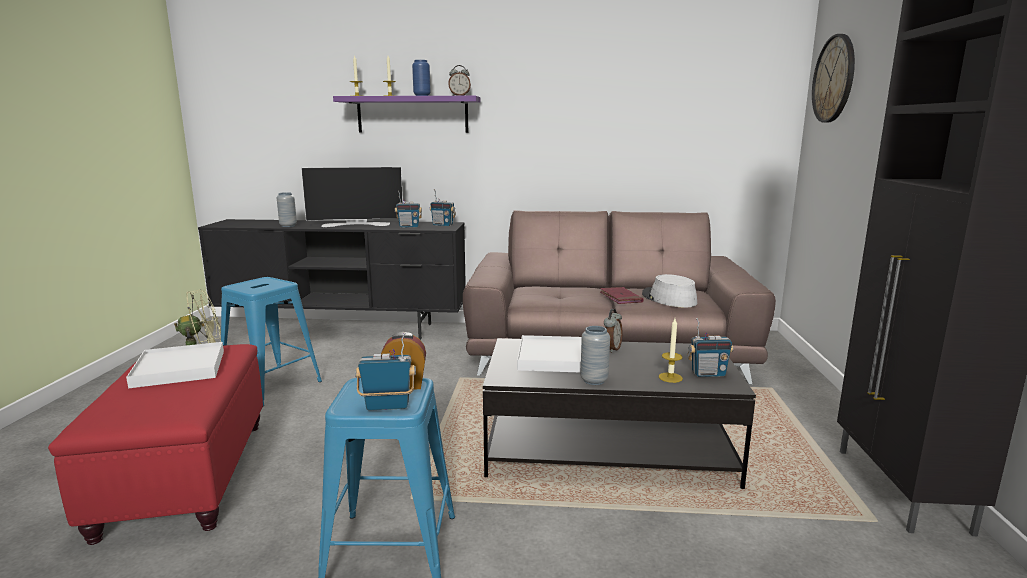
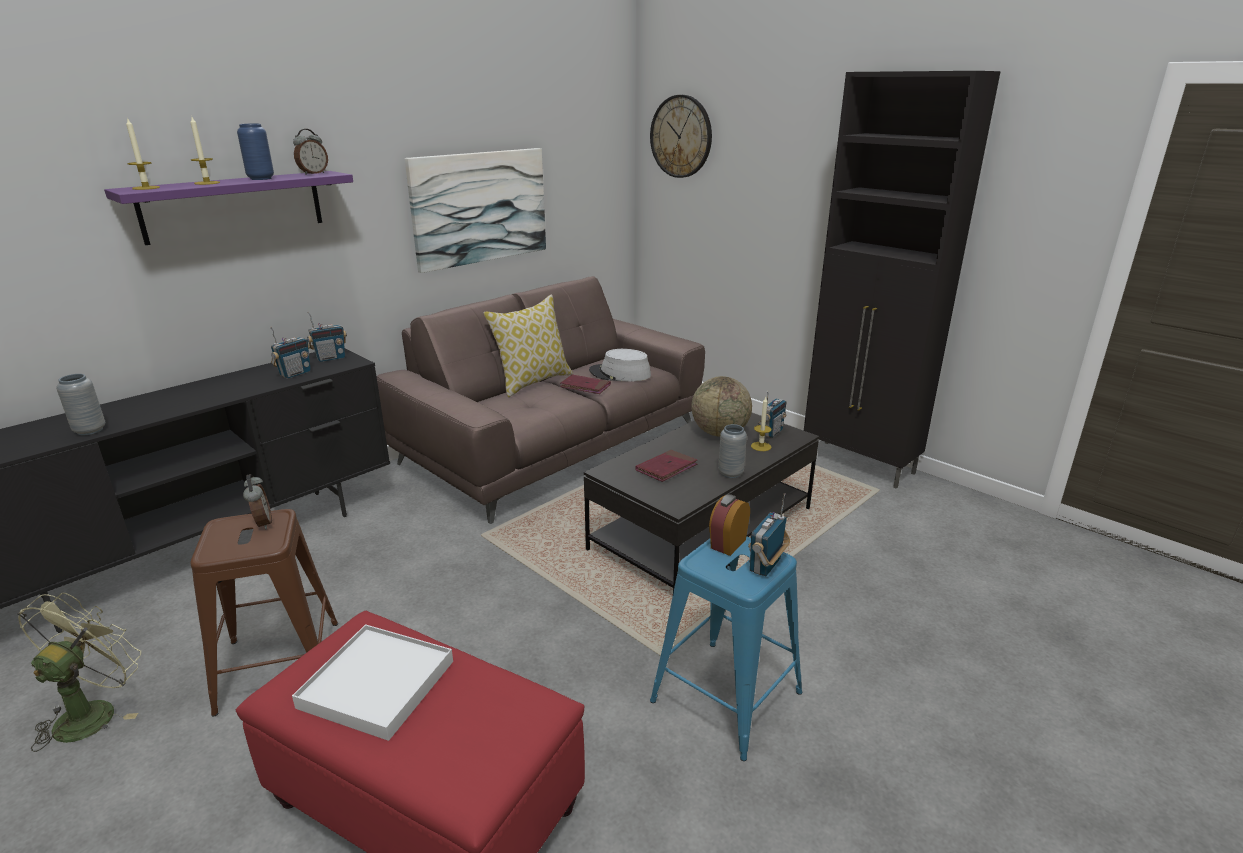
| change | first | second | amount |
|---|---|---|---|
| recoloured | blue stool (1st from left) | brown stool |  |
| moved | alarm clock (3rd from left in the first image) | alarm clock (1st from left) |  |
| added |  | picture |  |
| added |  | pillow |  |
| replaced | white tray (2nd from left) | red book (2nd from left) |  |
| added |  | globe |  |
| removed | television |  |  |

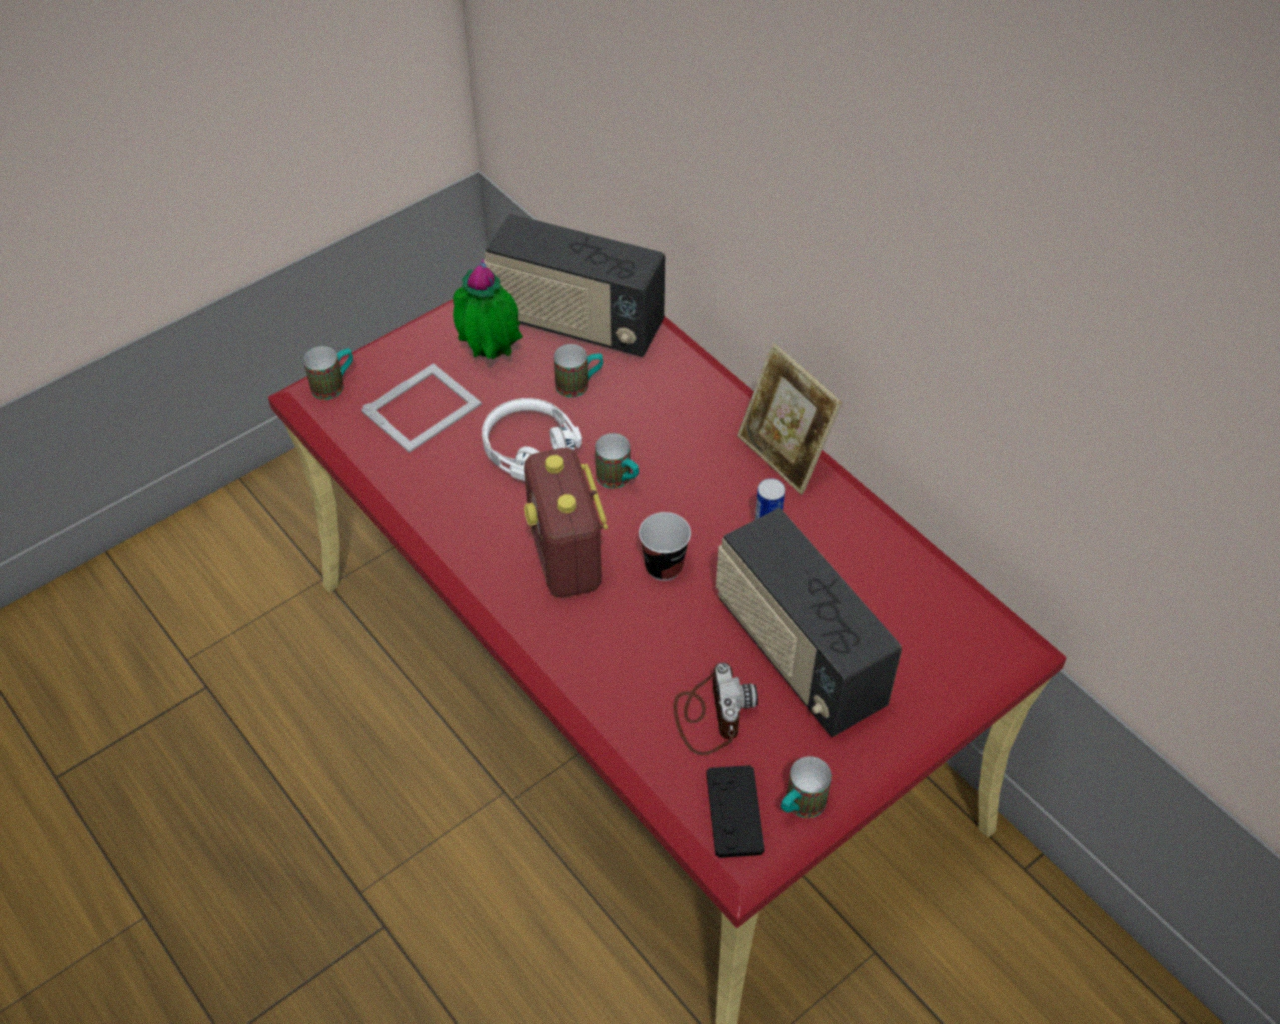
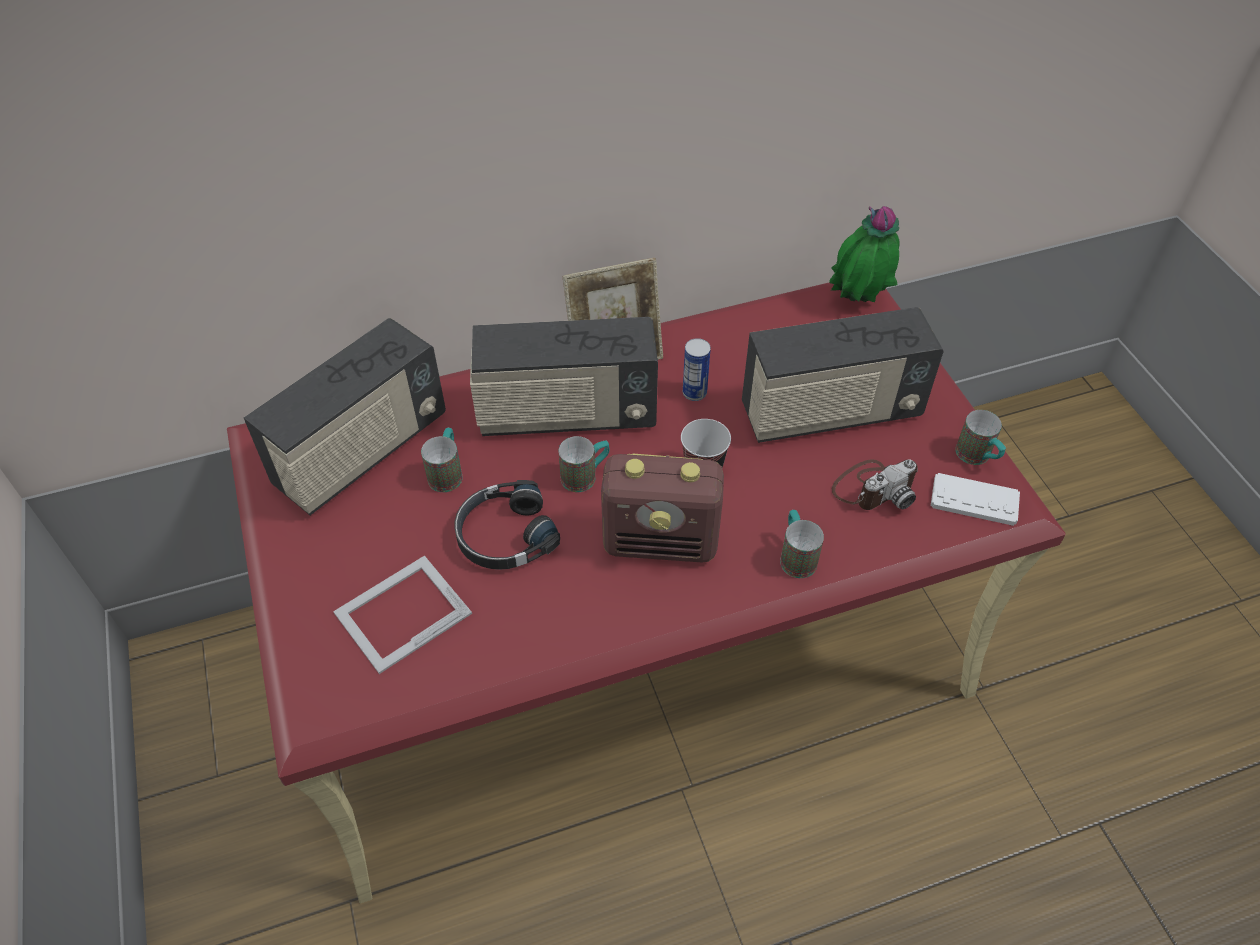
| change | first | second | amount |
|---|---|---|---|
| turned | picture frame (1st from left) |  | 105 degrees counterclockwise |
| recoloured | white headphones | black headphones |  |
| added |  | radio (2nd from left) |  |
| moved | mug (1st from left in the first image) | mug (3rd from left) |  |
| moved | potted plant |  |  |
| turned | photo camera |  | 135 degrees clockwise |
| recoloured | black game controller | white game controller |  |

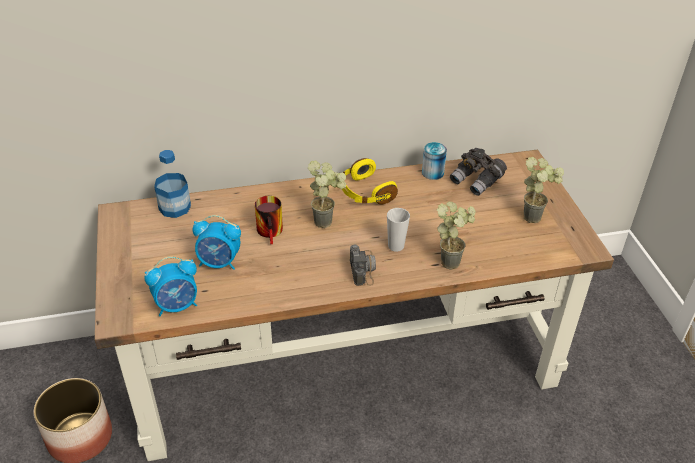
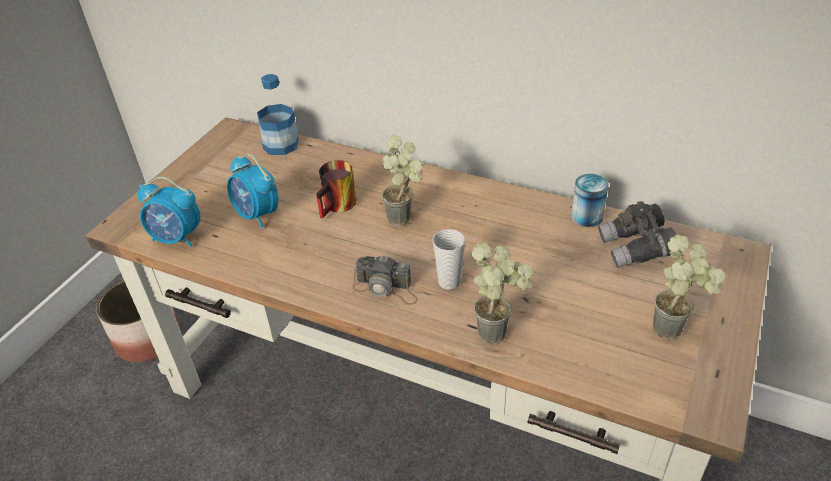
| change | first | second | amount |
|---|---|---|---|
| turned | photo camera |  | 75 degrees clockwise |
| removed | yellow headphones |  |  |

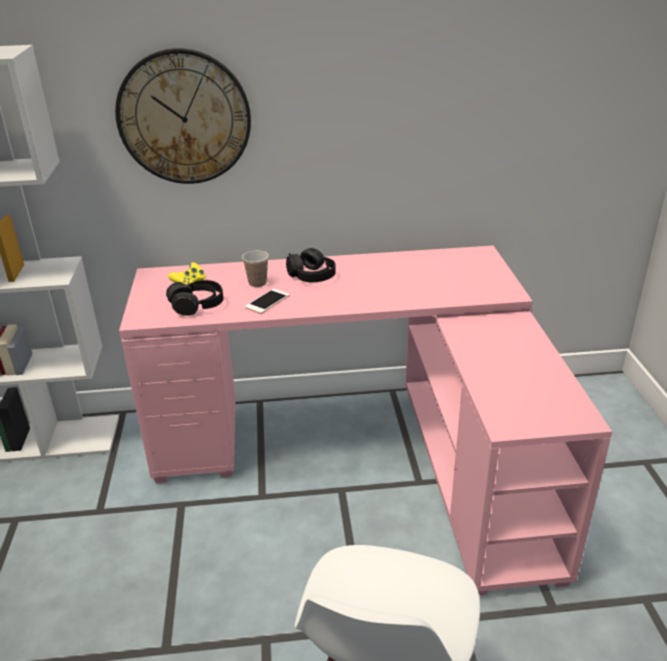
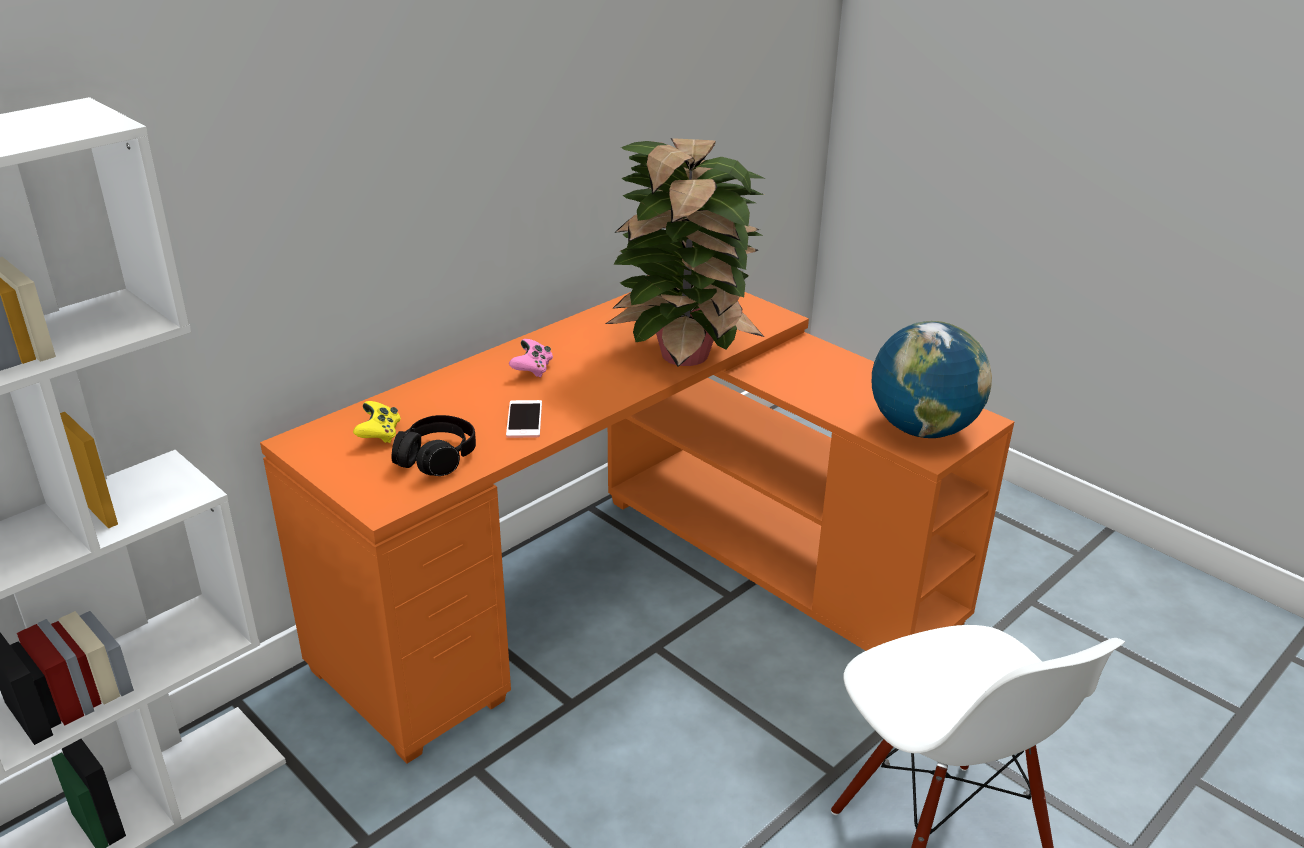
| change | first | second | amount |
|---|---|---|---|
| recoloured | pink desk | orange desk |  |
| replaced | black headphones (2nd from left) | pink game controller |  |
| added |  | potted plant |  |
| added |  | globe |  |
| removed | wall clock |  |  |
| removed | cup |  |  |

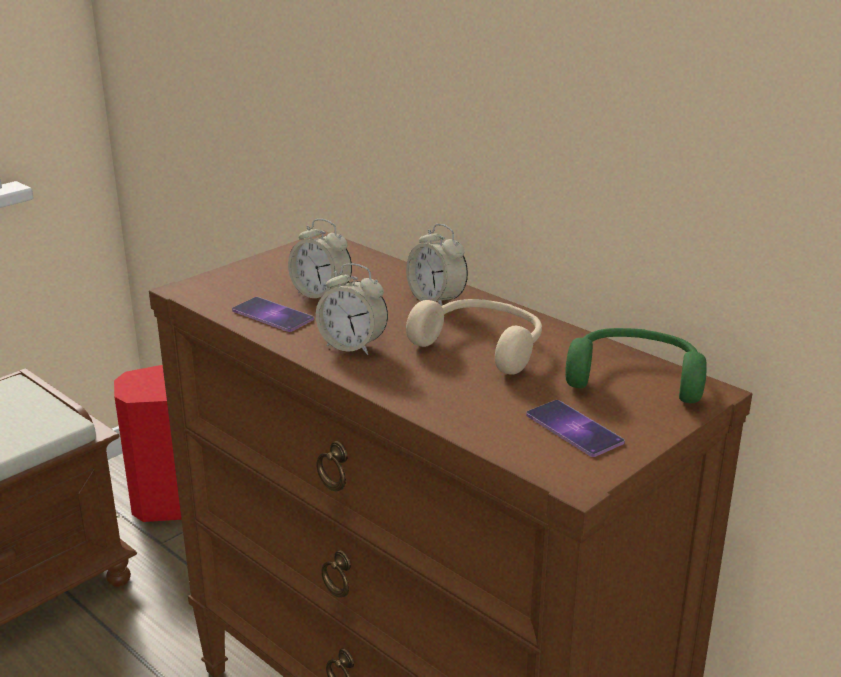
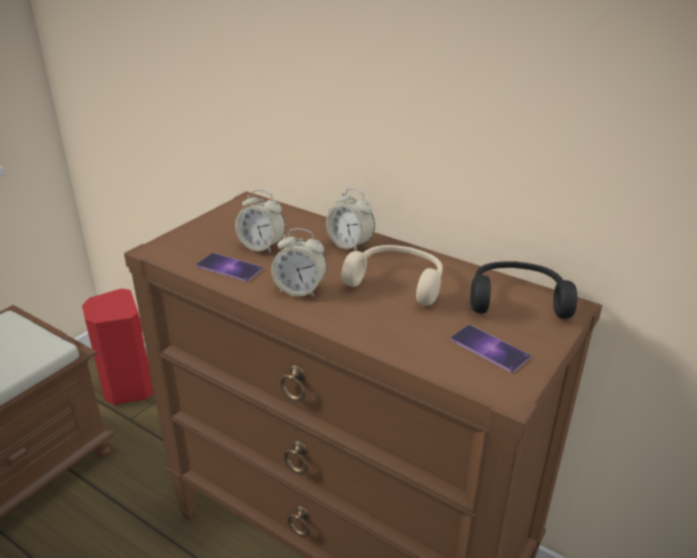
| change | first | second | amount |
|---|---|---|---|
| recoloured | green headphones | black headphones |  |

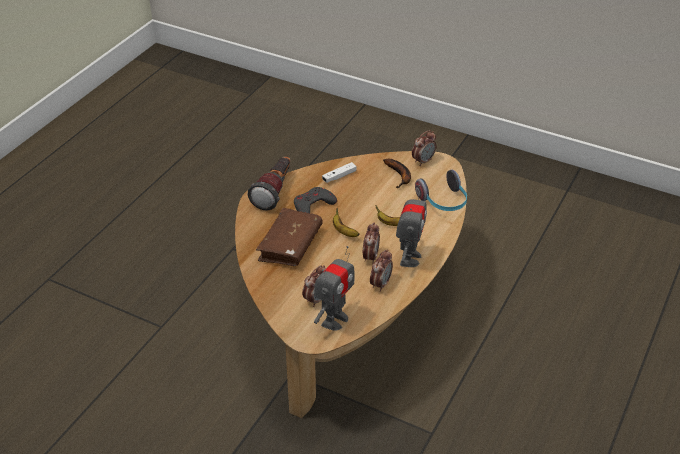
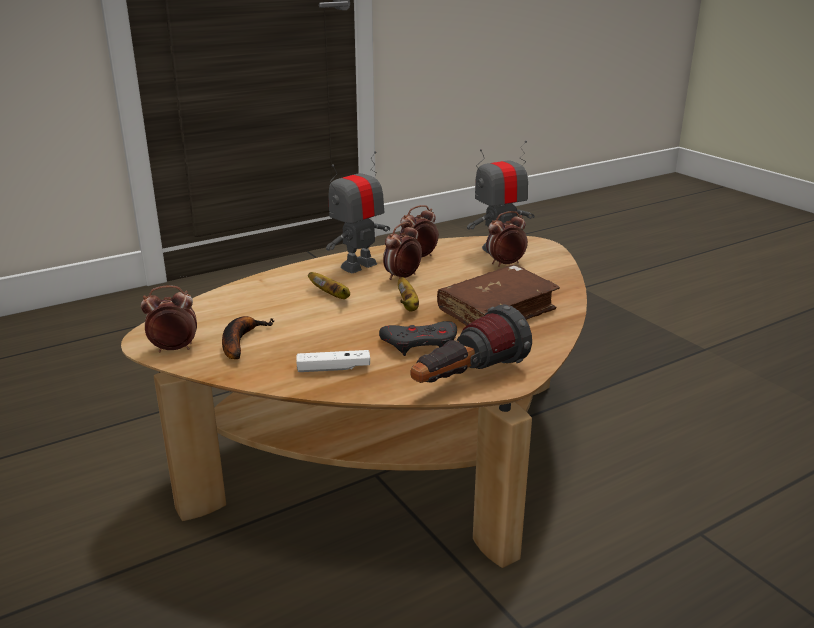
| change | first | second | amount |
|---|---|---|---|
| removed | headphones |  |  |

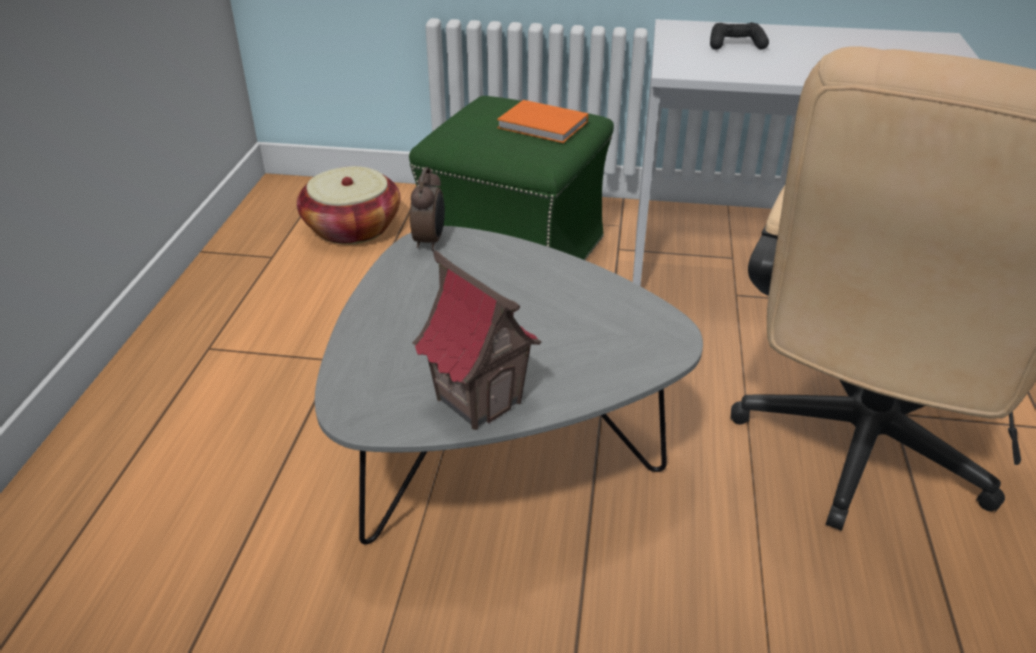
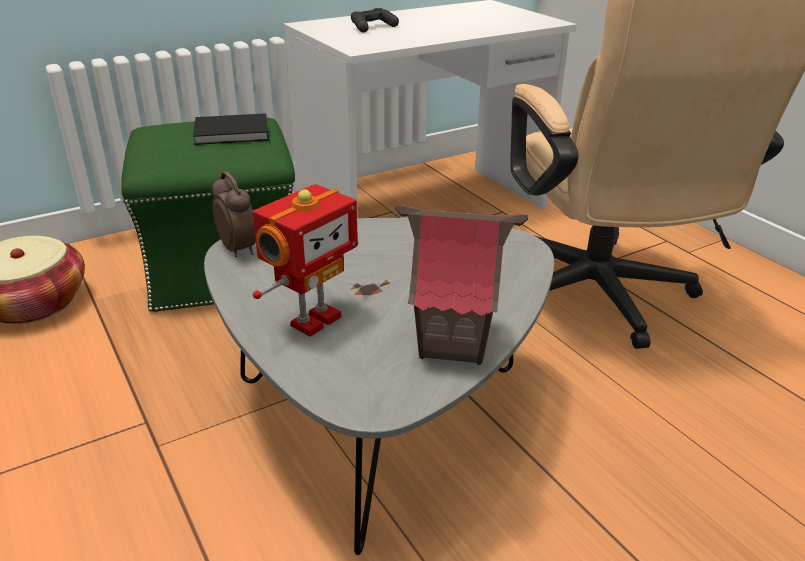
| change | first | second | amount |
|---|---|---|---|
| recoloured | orange book | black book |  |
| added |  | toy robot |  |

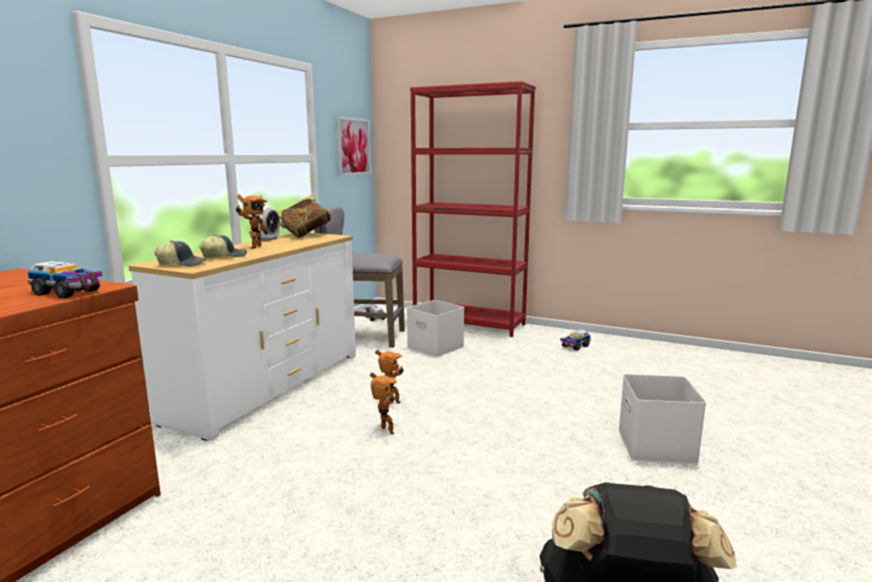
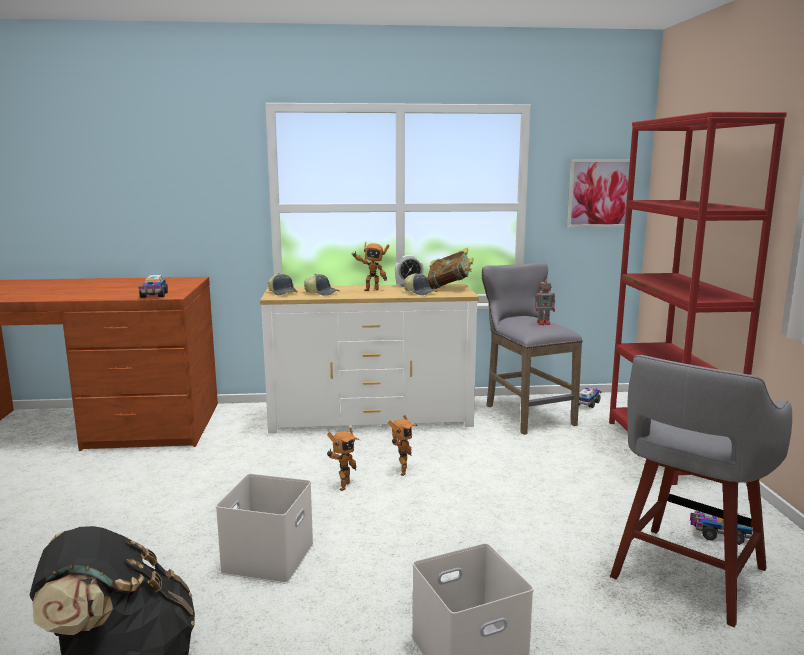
| change | first | second | amount |
|---|---|---|---|
| moved | white storage box (1st from left) |  |  |
| added |  | cap (3rd from left) |  |
| added |  | toy robot (4th from left) |  |
| added |  | grey stool (2nd from left) |  |

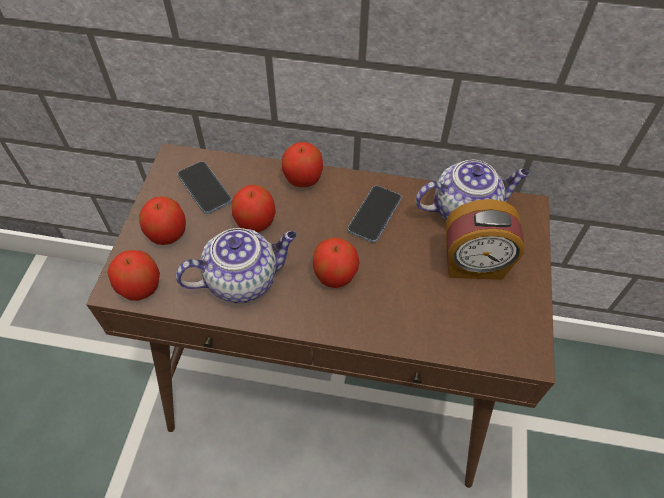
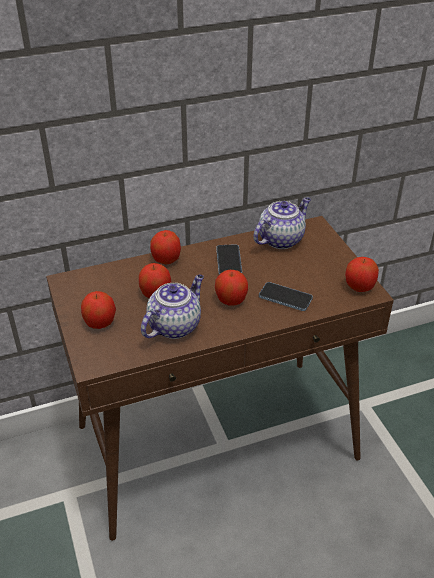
| change | first | second | amount |
|---|---|---|---|
| moved | phone (1st from left in the first image) | phone (2nd from left) |  |
| moved | apple (1st from left in the first image) | apple (5th from left) |  |
| removed | alarm clock |  |  |

